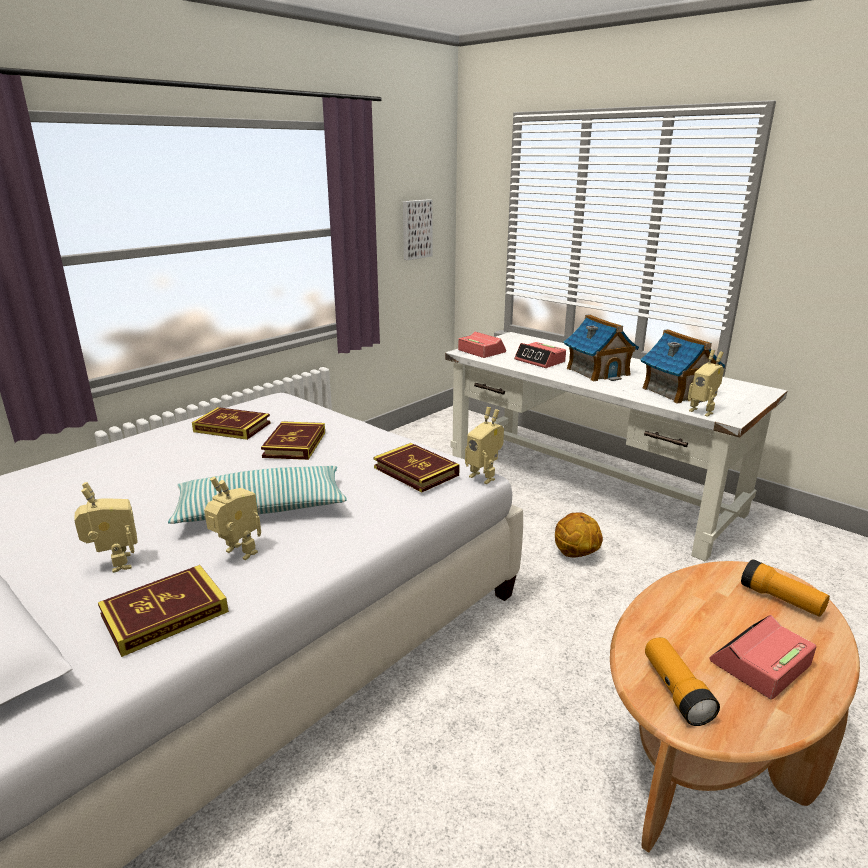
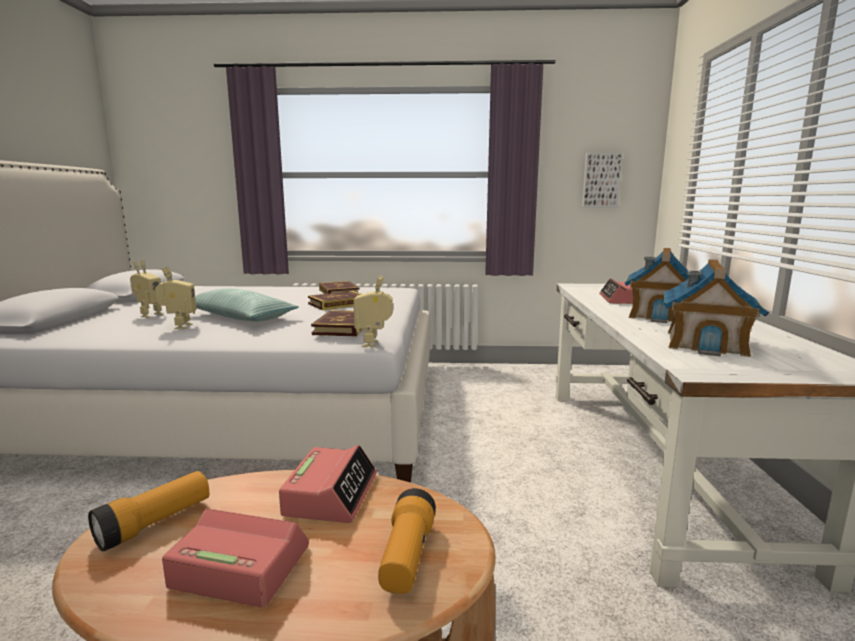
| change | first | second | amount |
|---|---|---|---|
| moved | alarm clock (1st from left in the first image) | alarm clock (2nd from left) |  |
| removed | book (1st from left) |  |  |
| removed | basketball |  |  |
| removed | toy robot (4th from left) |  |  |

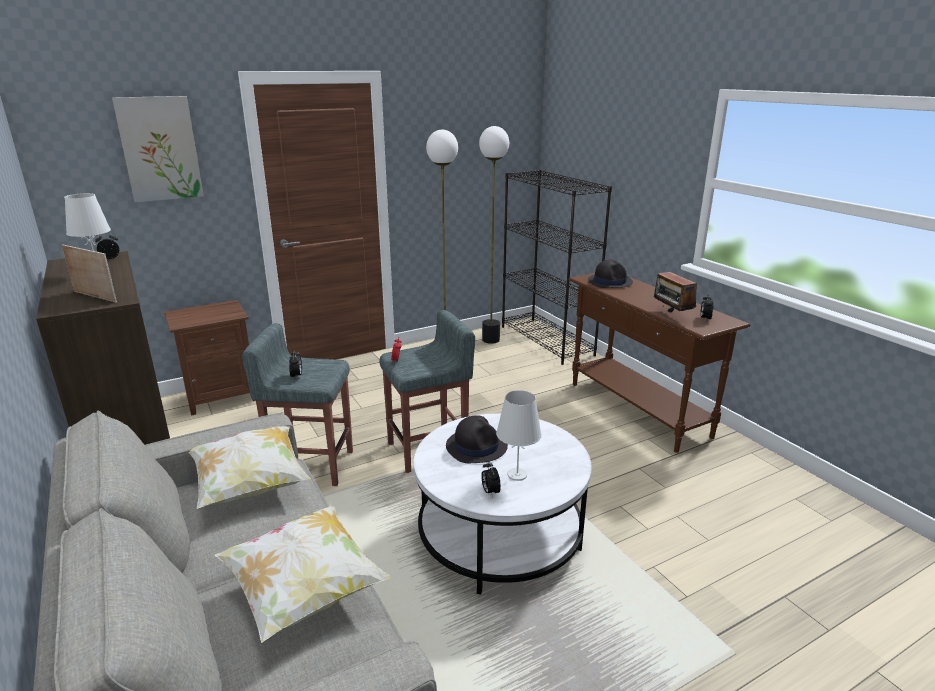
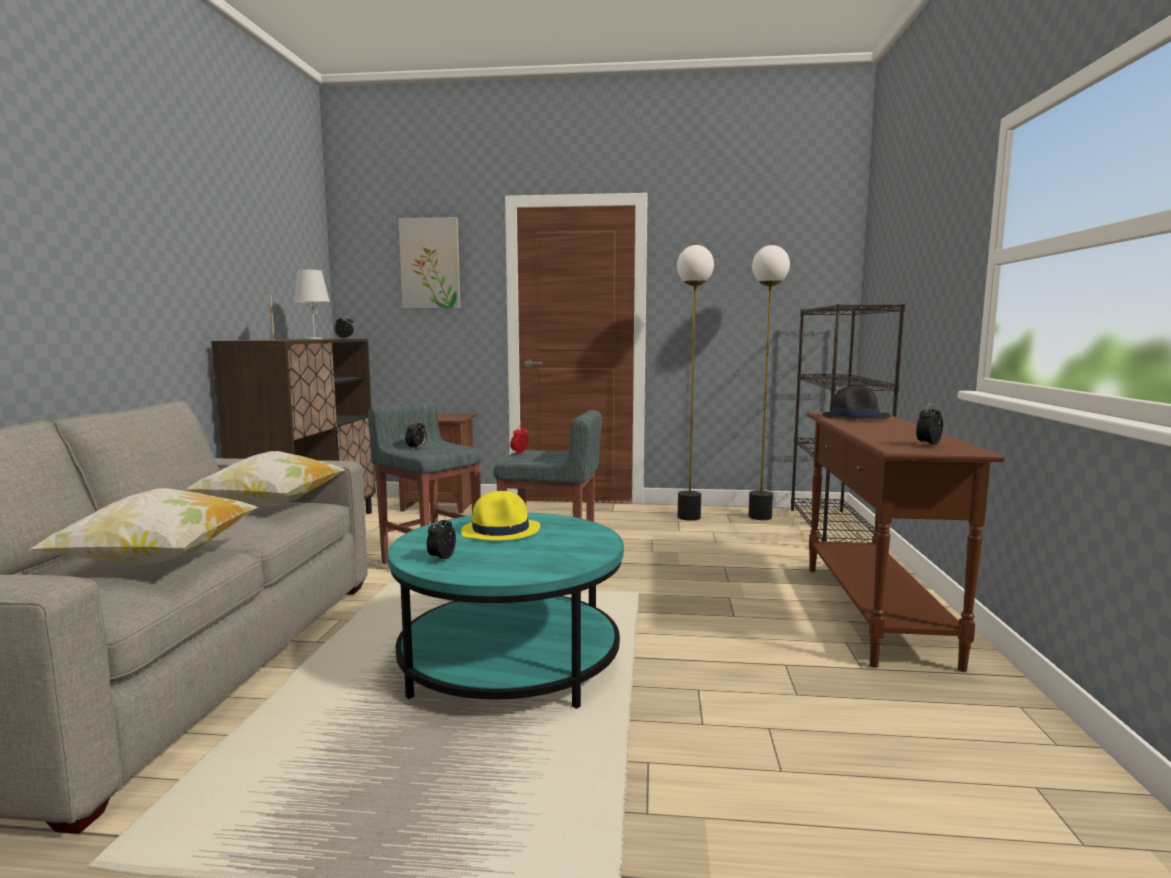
| change | first | second | amount |
|---|---|---|---|
| recoloured | white coffee table | turquoise coffee table |  |
| recoloured | black hat (1st from left) | yellow hat |  |
| removed | white table lamp (2nd from left) |  |  |
| removed | radio |  |  |

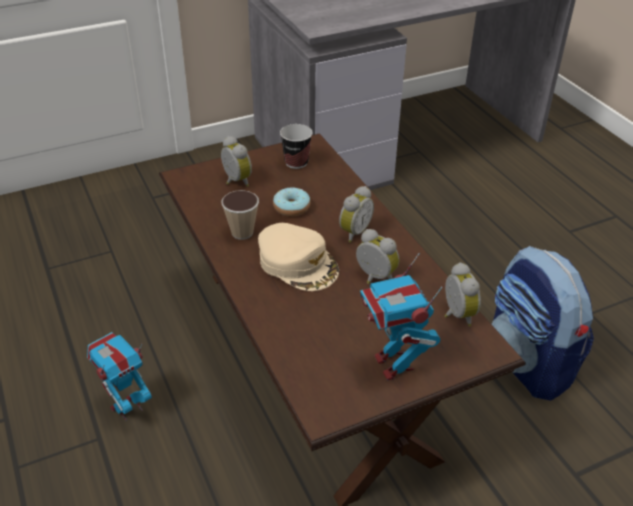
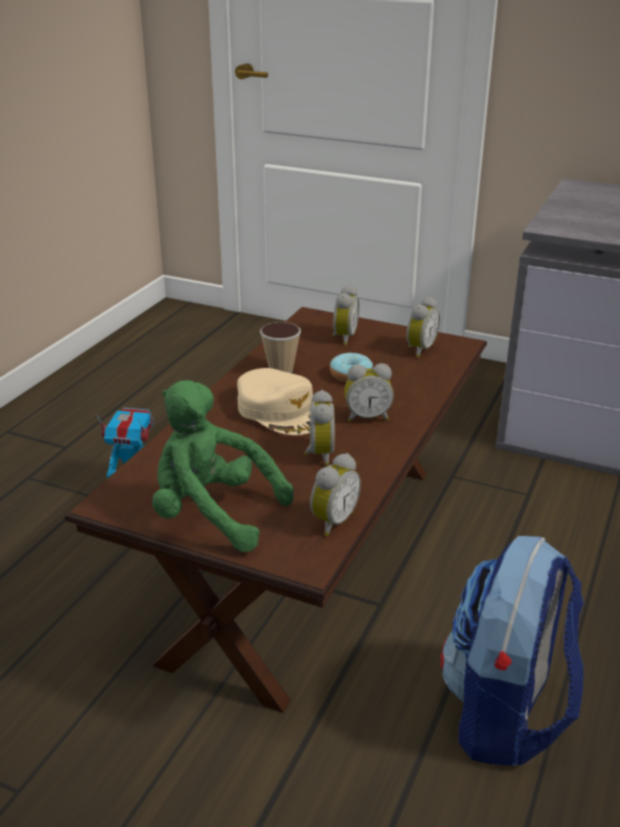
| change | first | second | amount |
|---|---|---|---|
| replaced | toy robot (2nd from left) | green plush toy |  |
| turned | beige cap |  | 45 degrees counterclockwise |
| replaced | cup (2nd from left) | alarm clock (5th from left) |  |

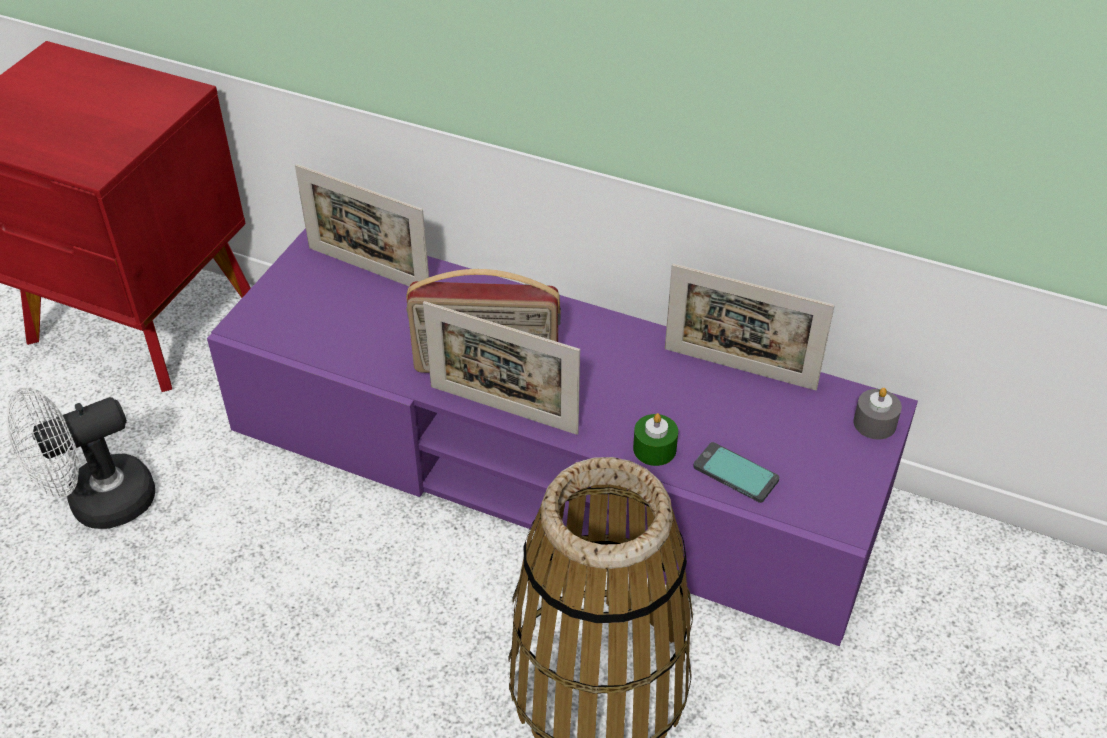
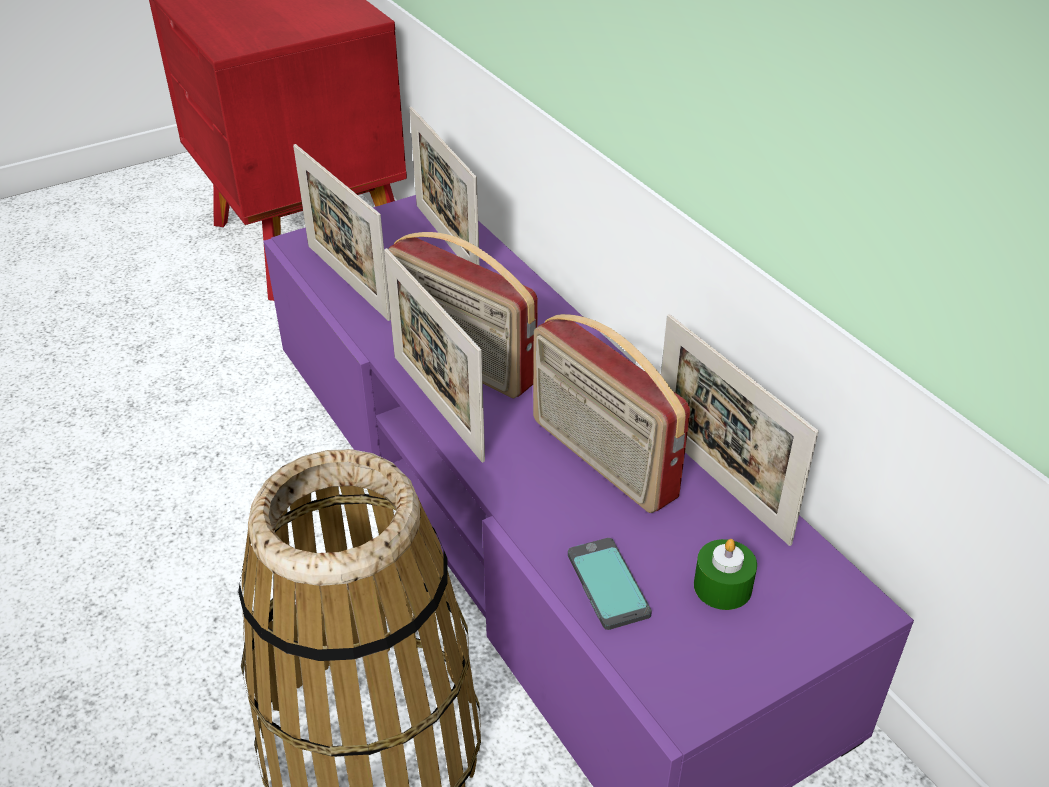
| change | first | second | amount |
|---|---|---|---|
| added |  | picture frame (1st from left) |  |
| added |  | radio (2nd from left) |  |
| moved | green candle |  |  |
| removed | white fan |  |  |
| removed | grey candle |  |  |

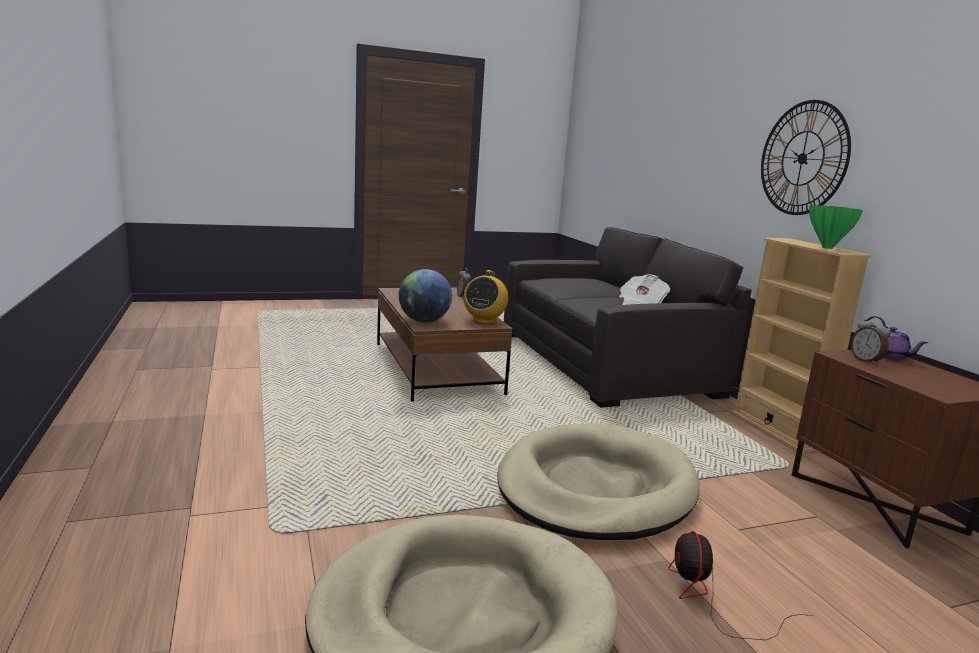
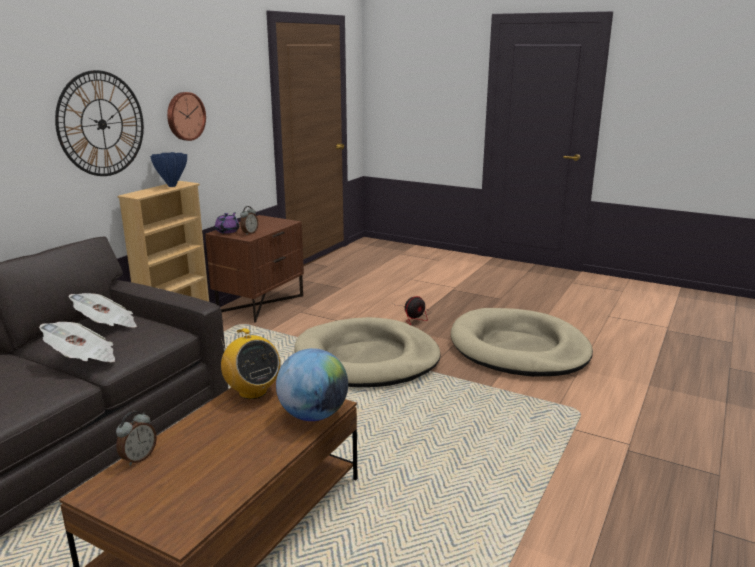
| change | first | second | amount |
|---|---|---|---|
| added |  | newspaper (1st from left) |  |
| recoloured | green vase | blue vase |  |
| added |  | wall clock (2nd from left) |  |
| turned | radio |  | 75 degrees clockwise |

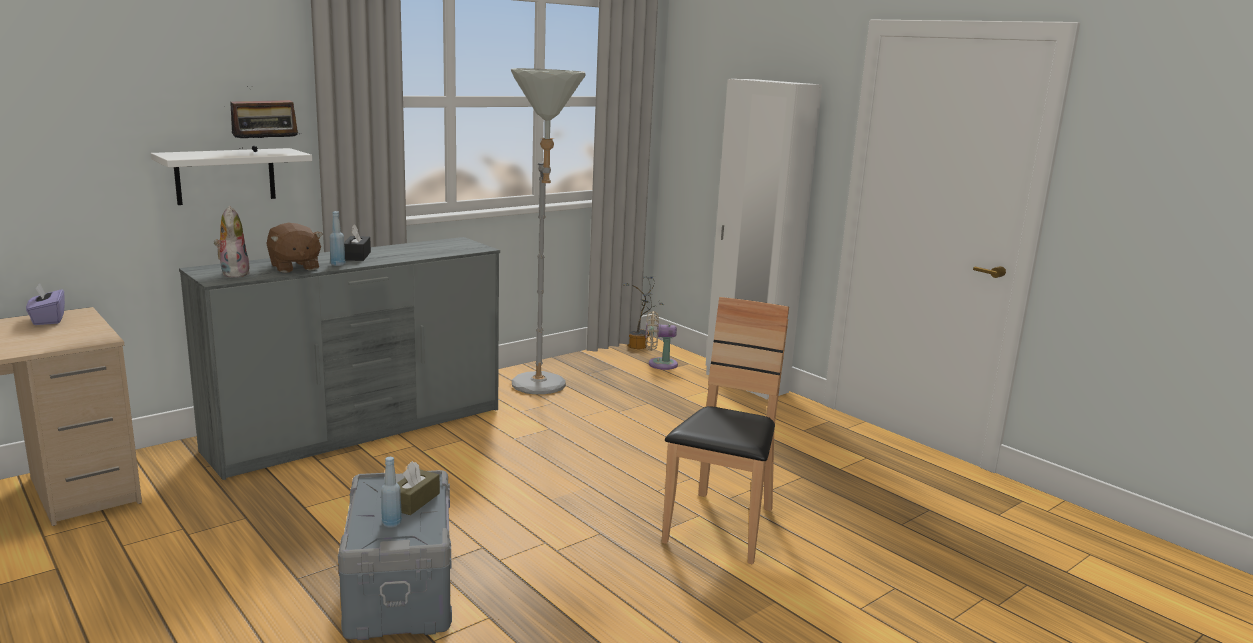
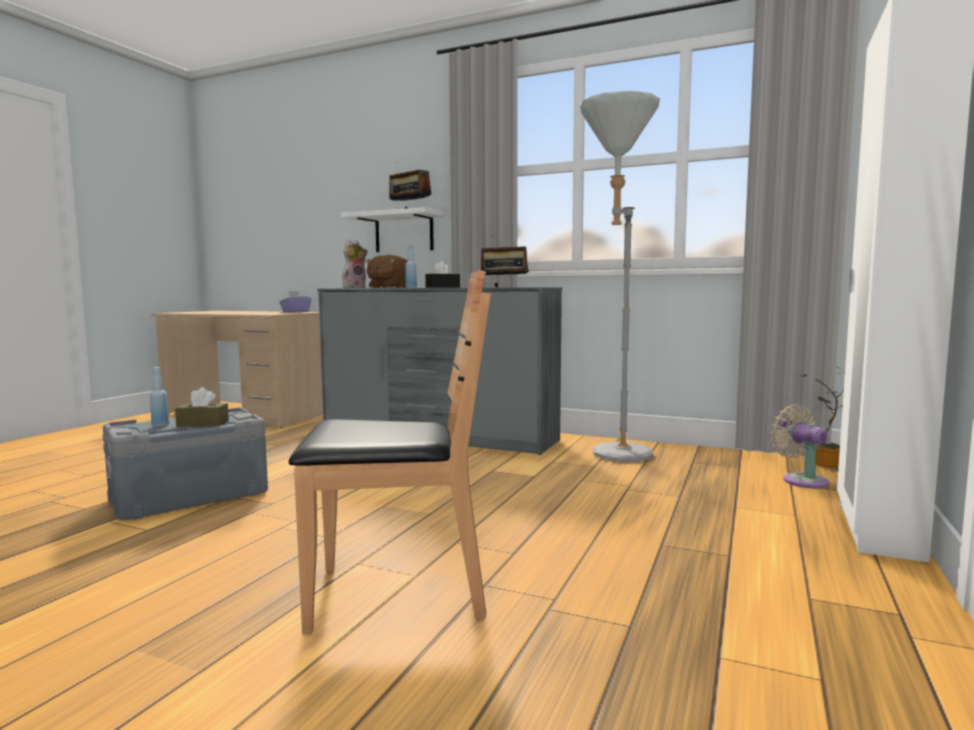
| change | first | second | amount |
|---|---|---|---|
| added |  | radio (2nd from left) |  |

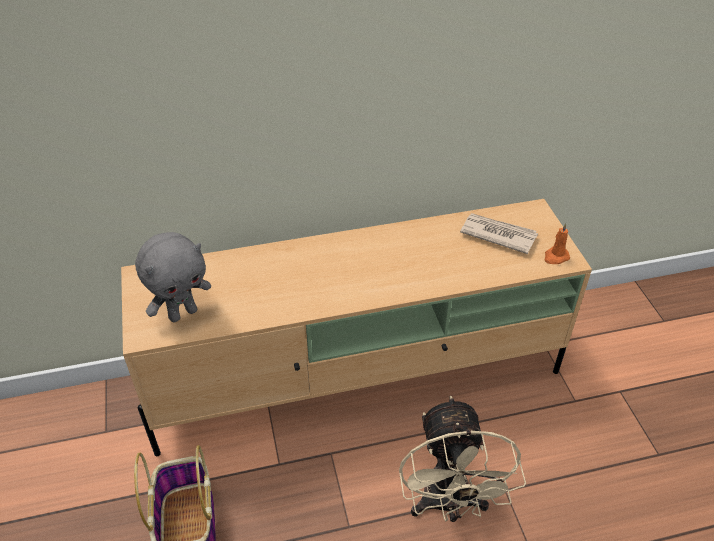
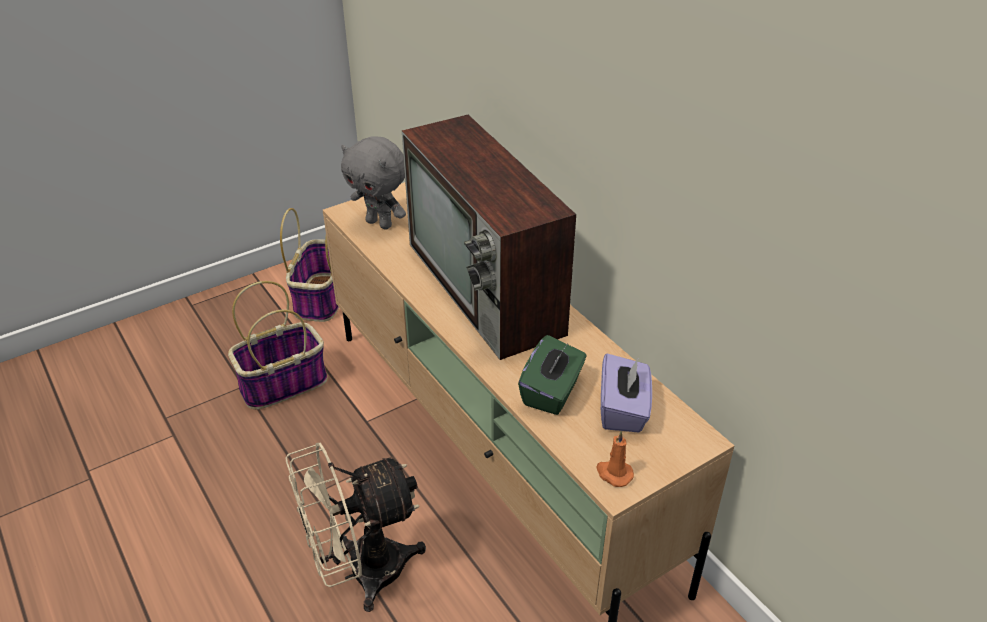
| change | first | second | amount |
|---|---|---|---|
| added |  | basket (2nd from left) |  |
| added |  | television |  |
| added |  | green tissue box |  |
| replaced | newspaper | purple tissue box |  |

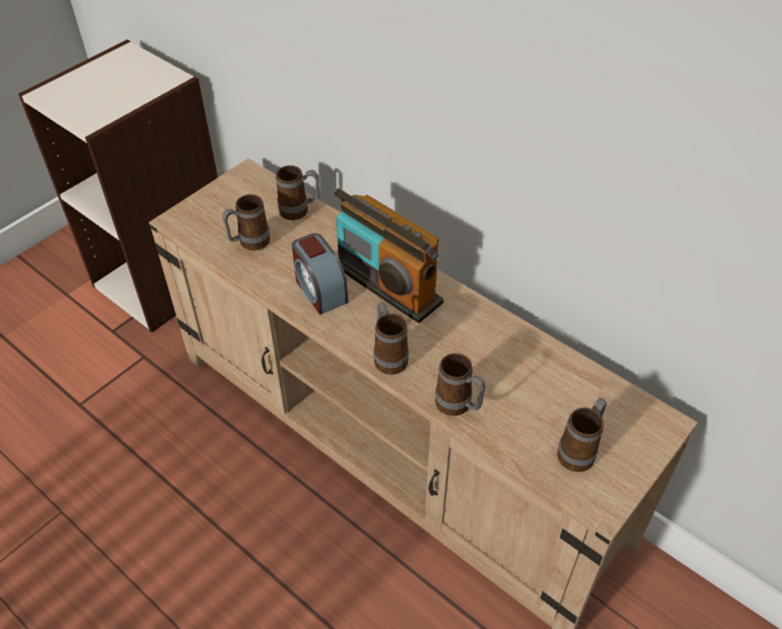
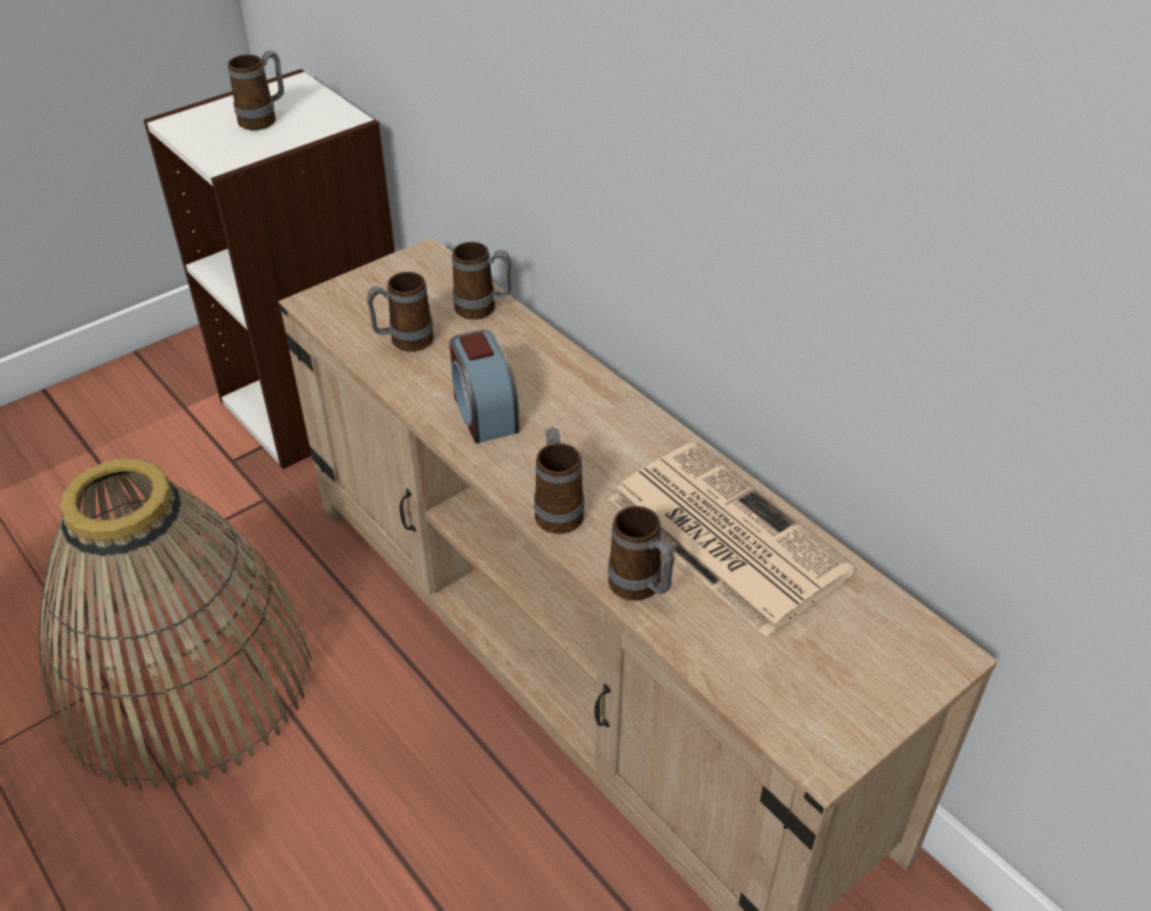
| change | first | second | amount |
|---|---|---|---|
| added |  | basket |  |
| moved | mug (5th from left in the first image) | mug (1st from left) |  |
| added |  | newspaper |  |
| removed | radio |  |  |

